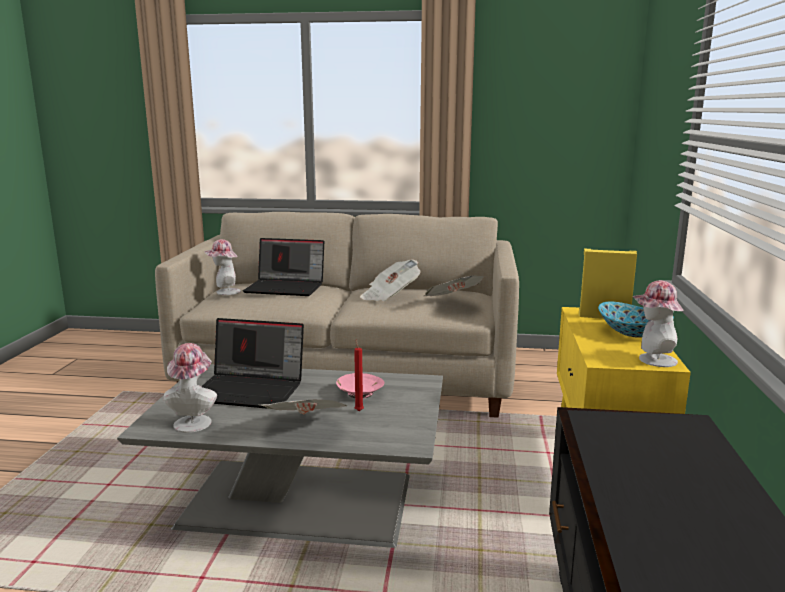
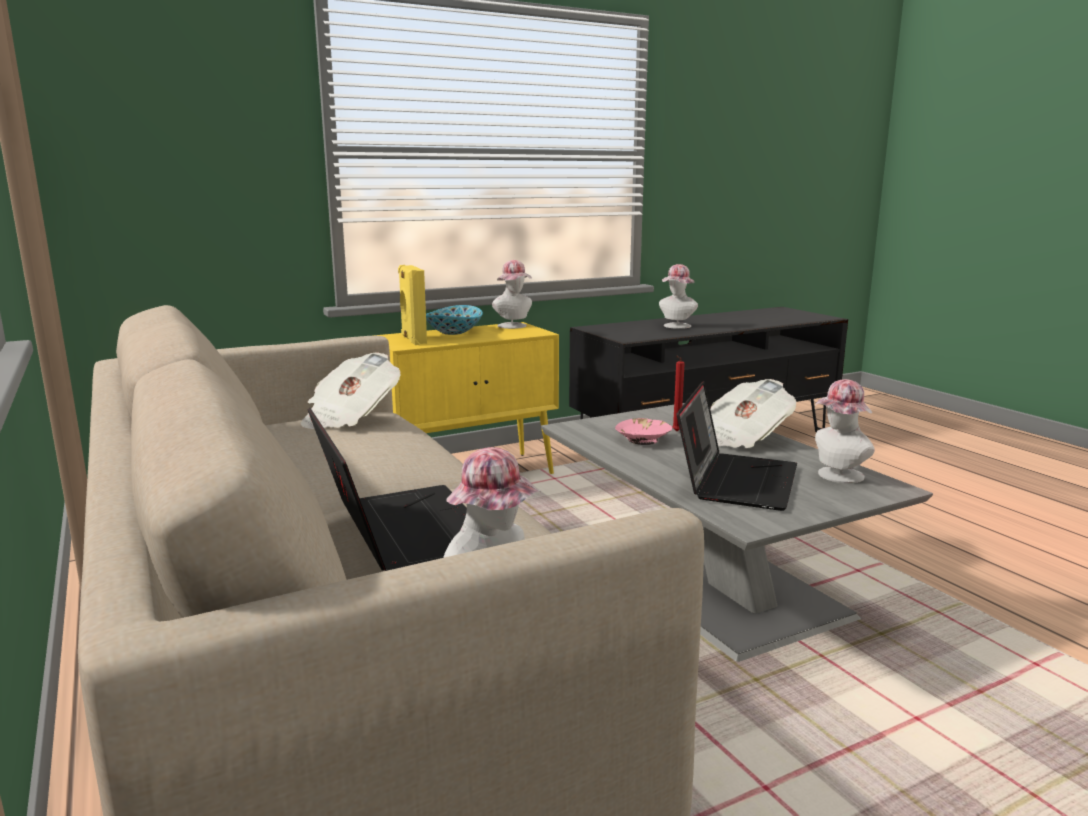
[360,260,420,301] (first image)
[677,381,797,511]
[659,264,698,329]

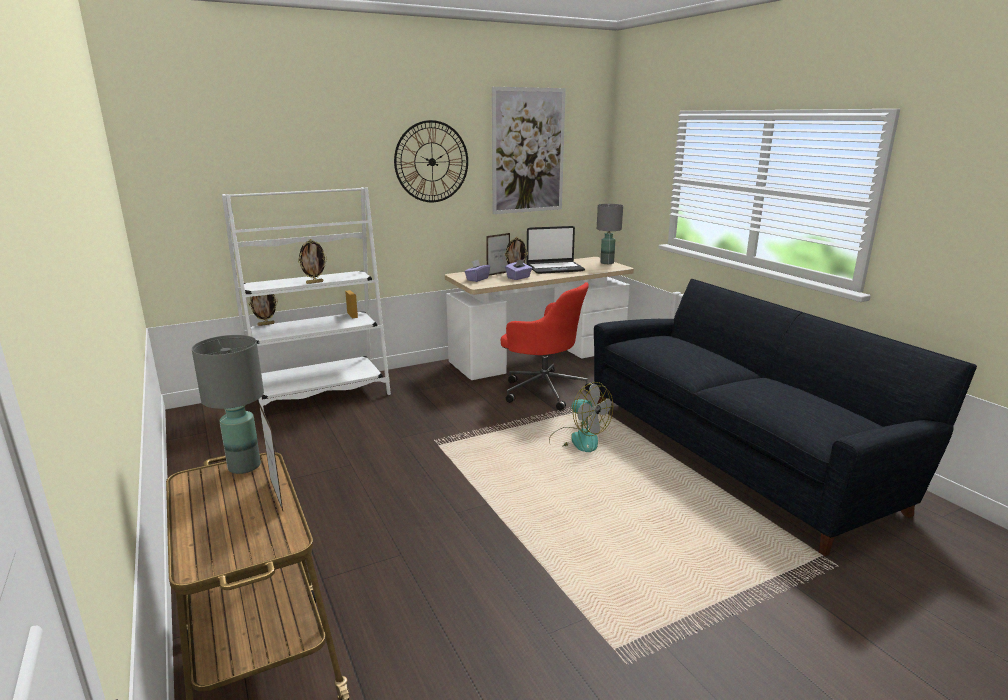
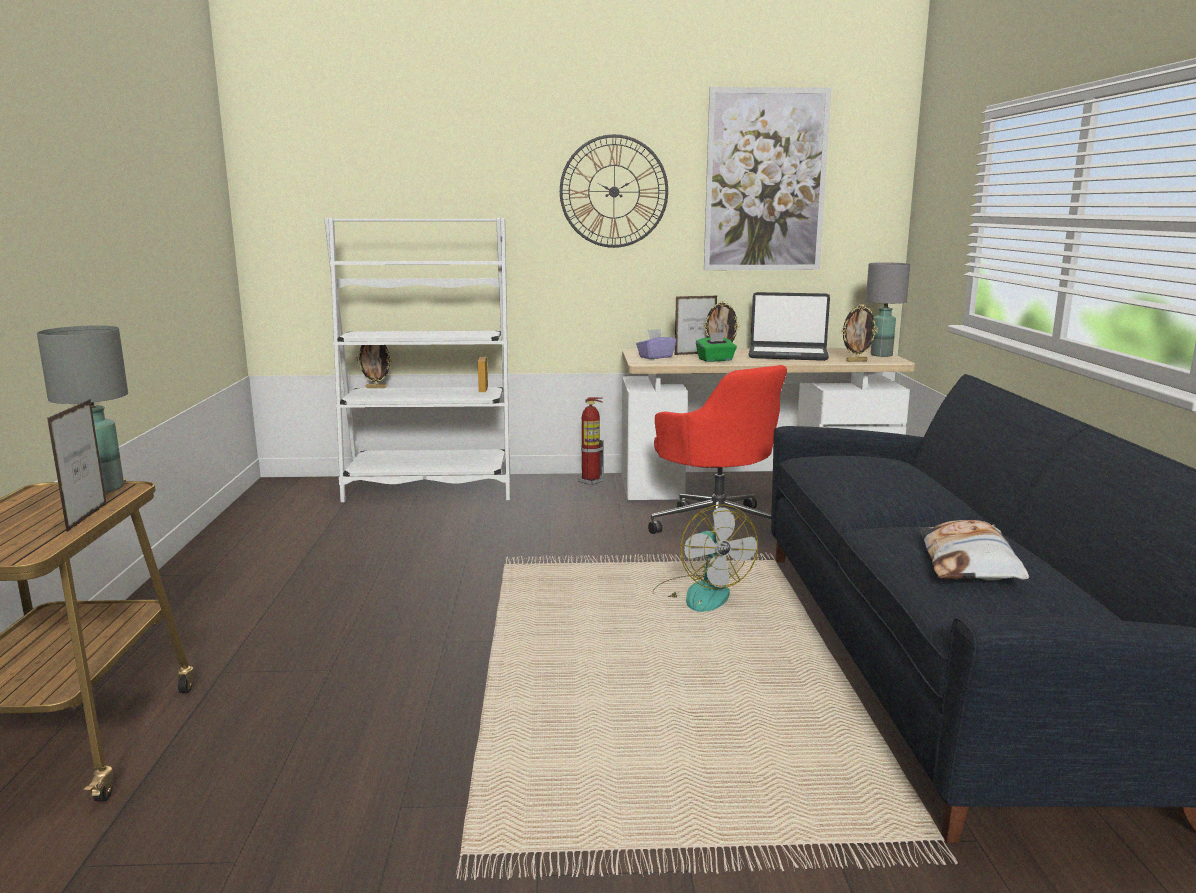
[841,304,878,362]
[696,332,737,362]
[578,397,604,485]
[919,520,1029,580]

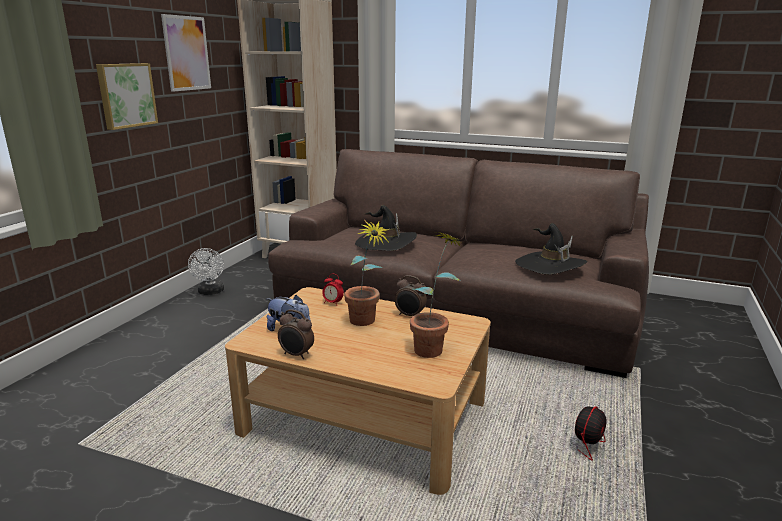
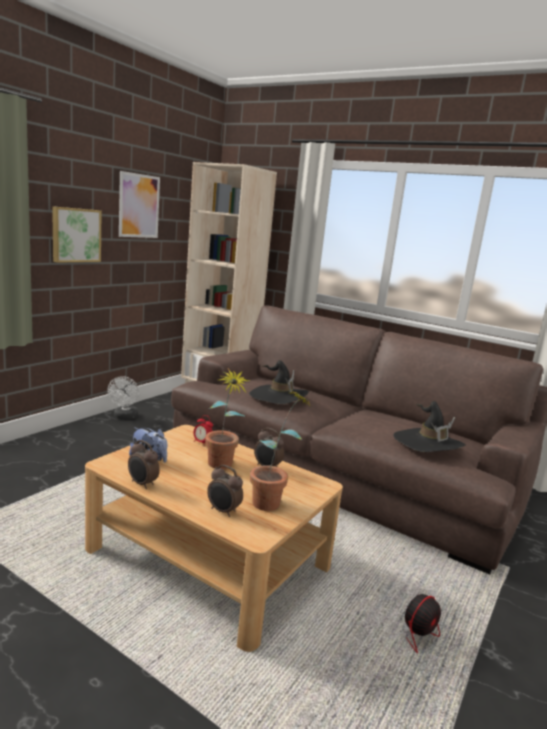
[207,465,243,517]

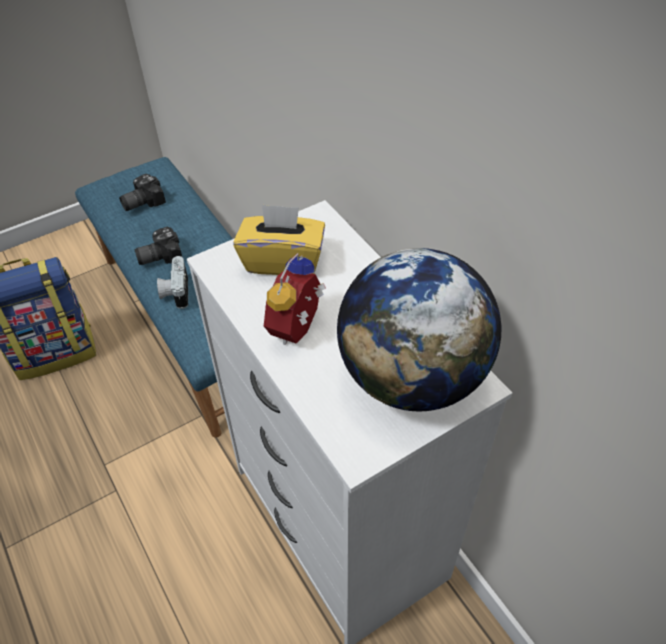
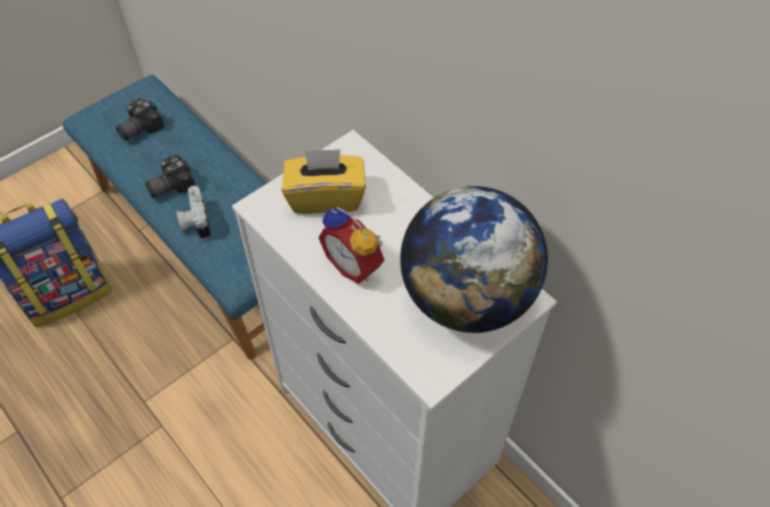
[318,207,385,284]

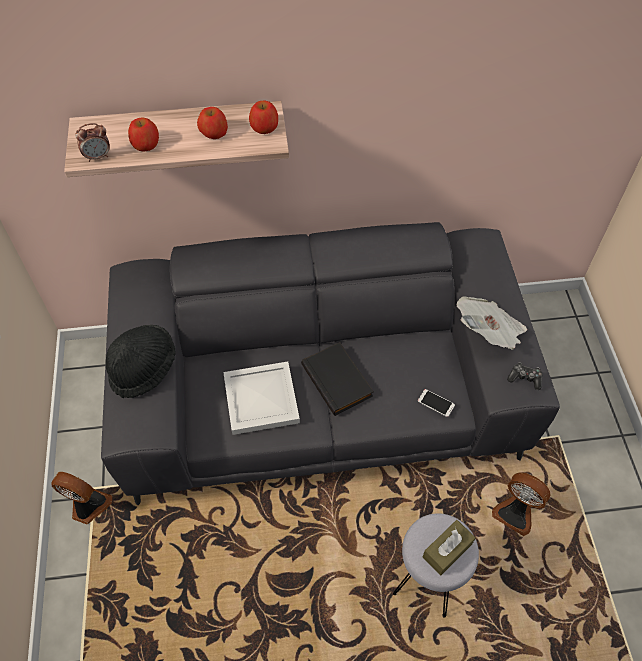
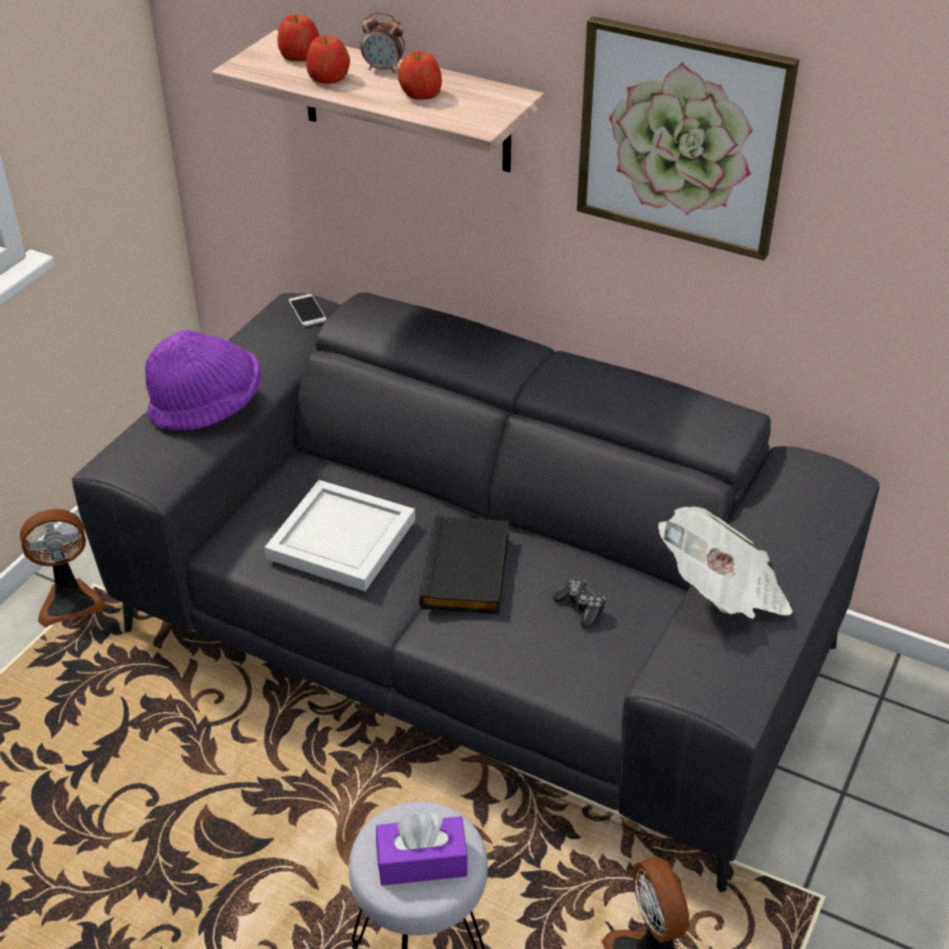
[277,15,319,61]
[361,12,405,73]
[145,330,261,431]
[553,578,606,628]
[289,294,326,326]
[20,509,105,628]
[376,812,468,886]
[577,16,799,261]

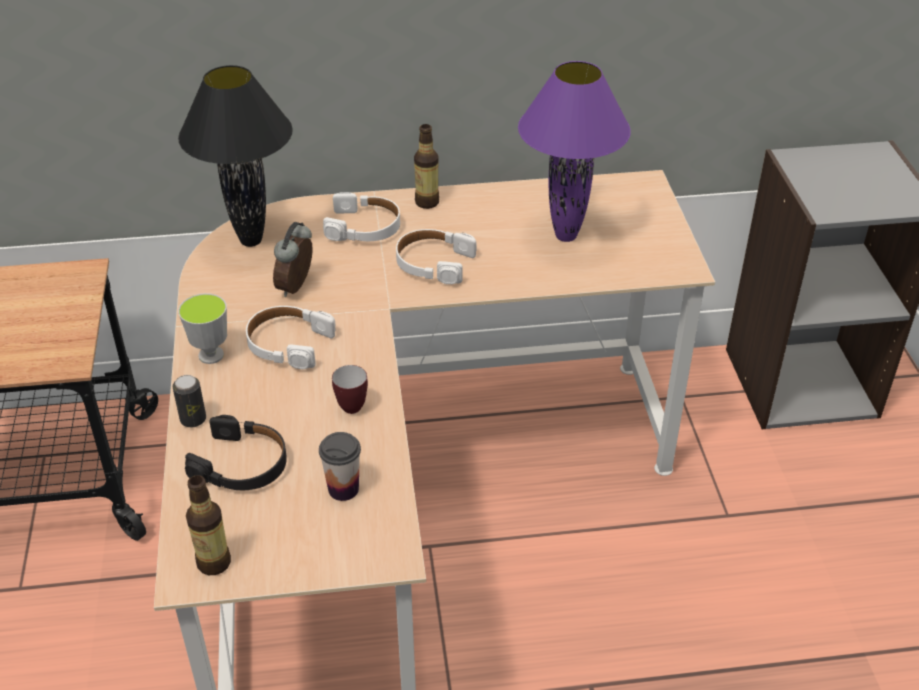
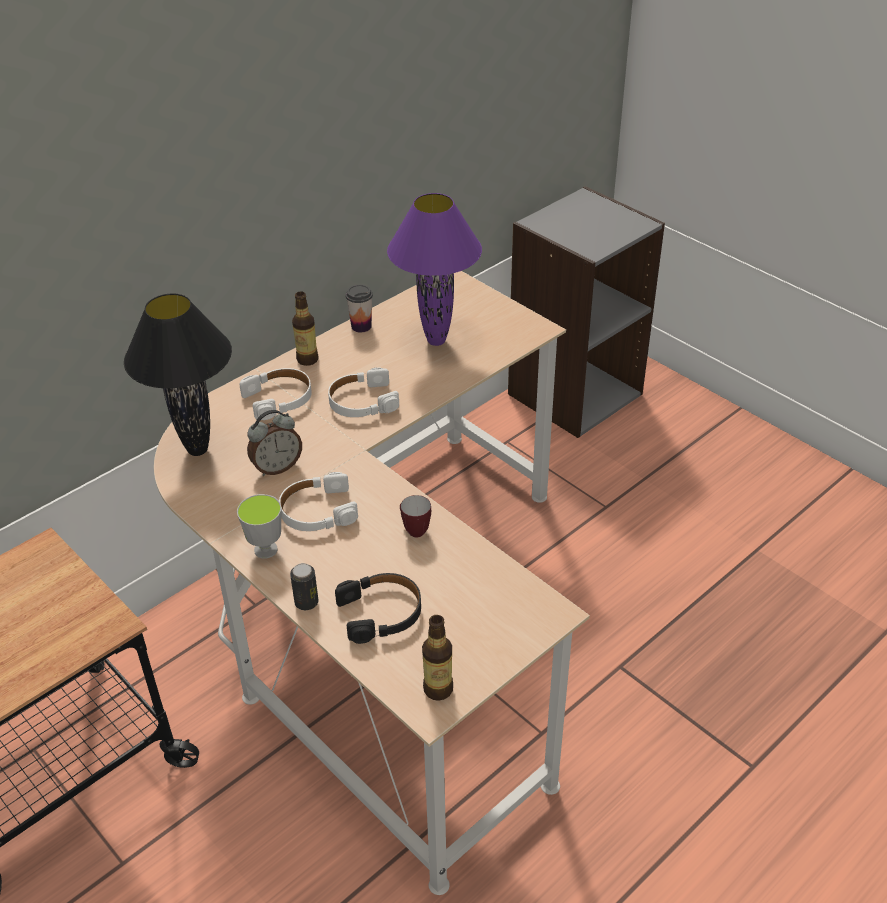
[247,410,302,476]
[345,285,373,332]

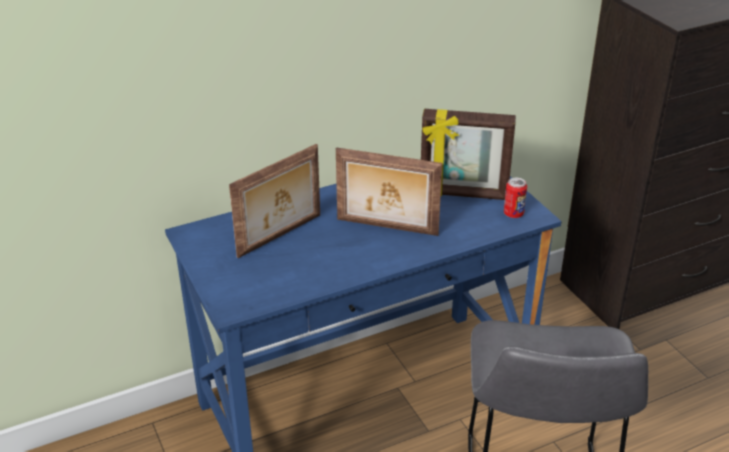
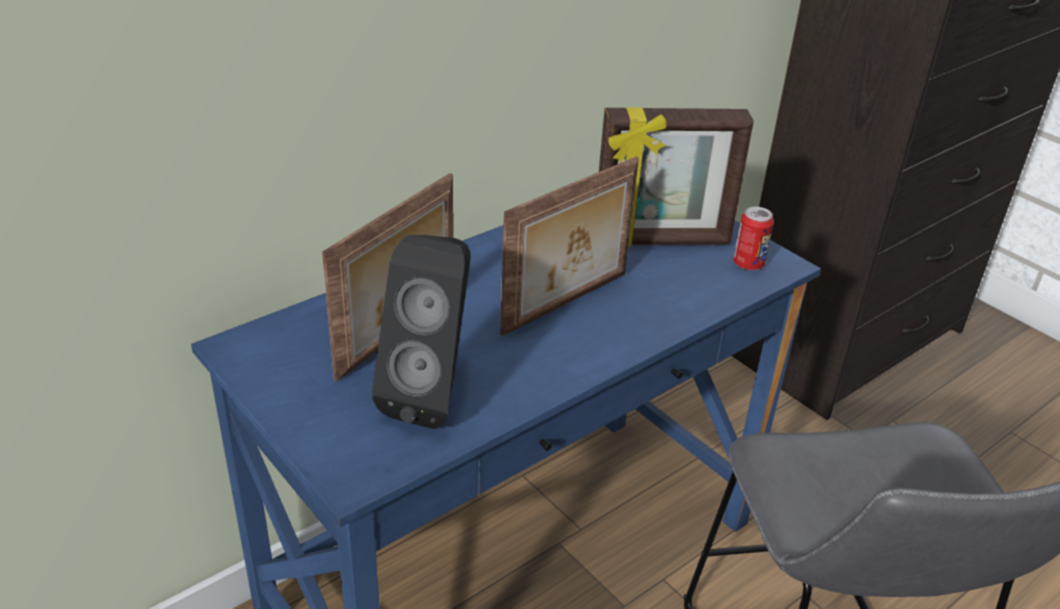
[500,157,639,336]
[372,235,471,429]

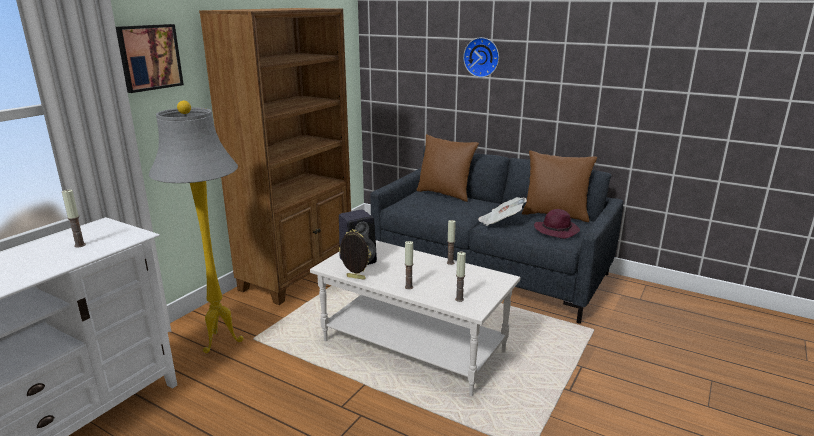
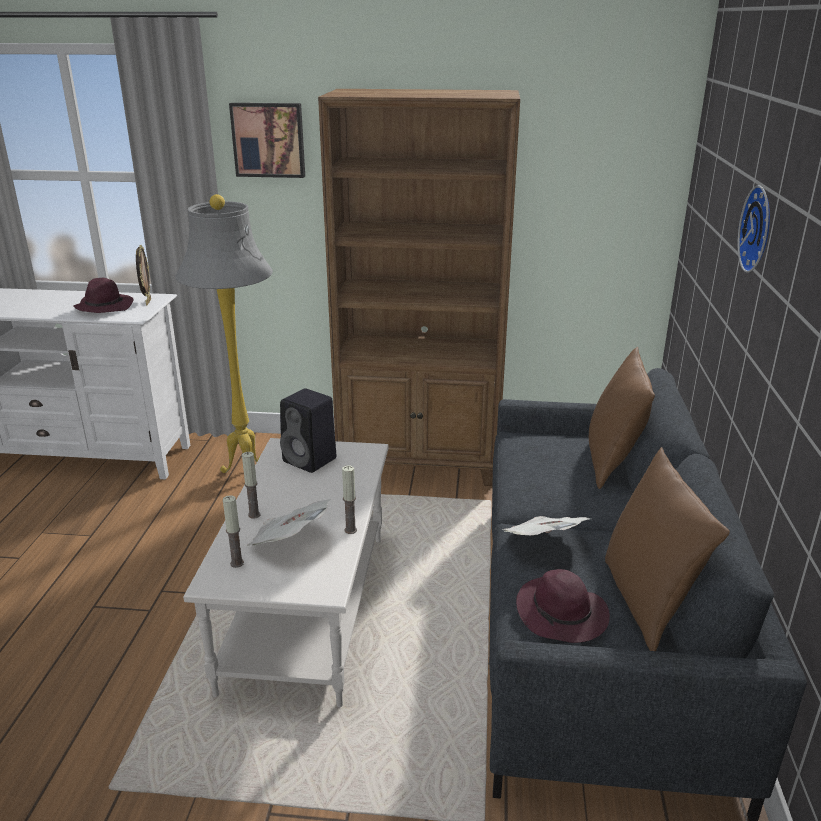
[73,278,133,313]
[136,245,151,305]
[247,499,331,546]

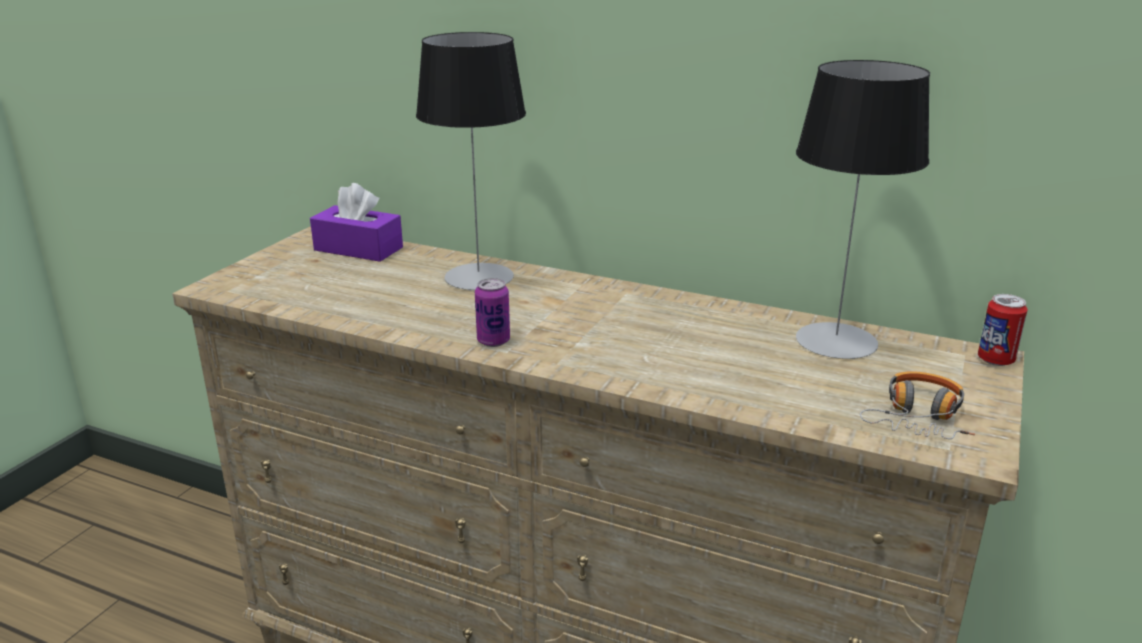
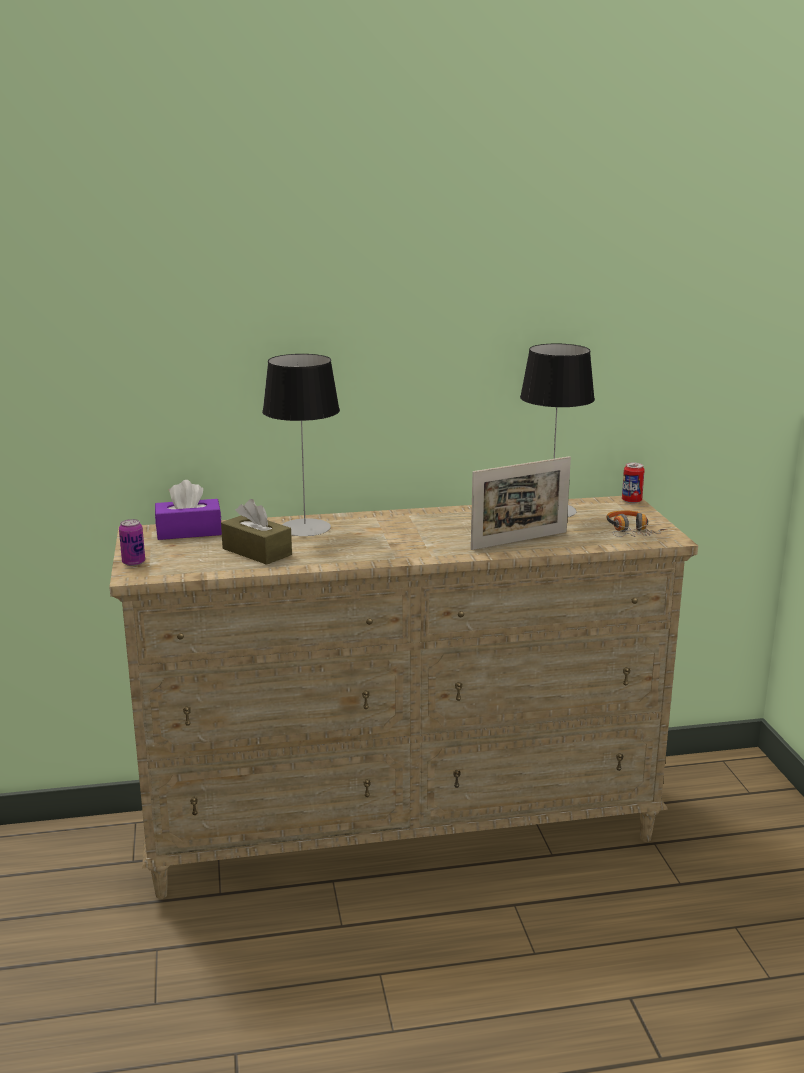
[119,519,145,566]
[471,456,571,550]
[221,499,292,565]

